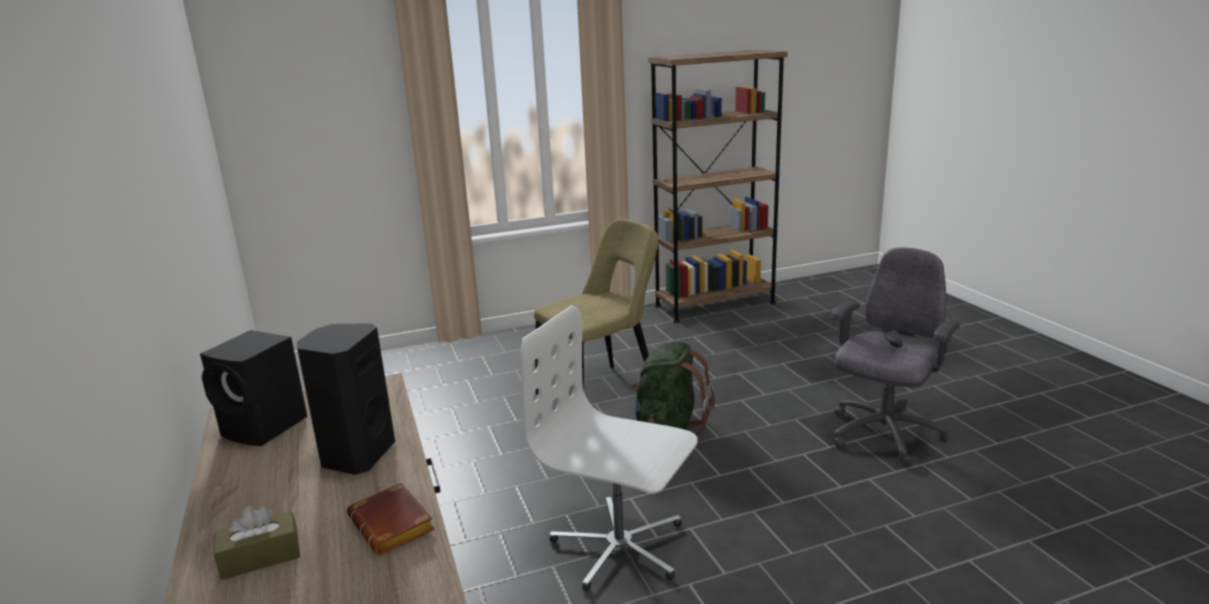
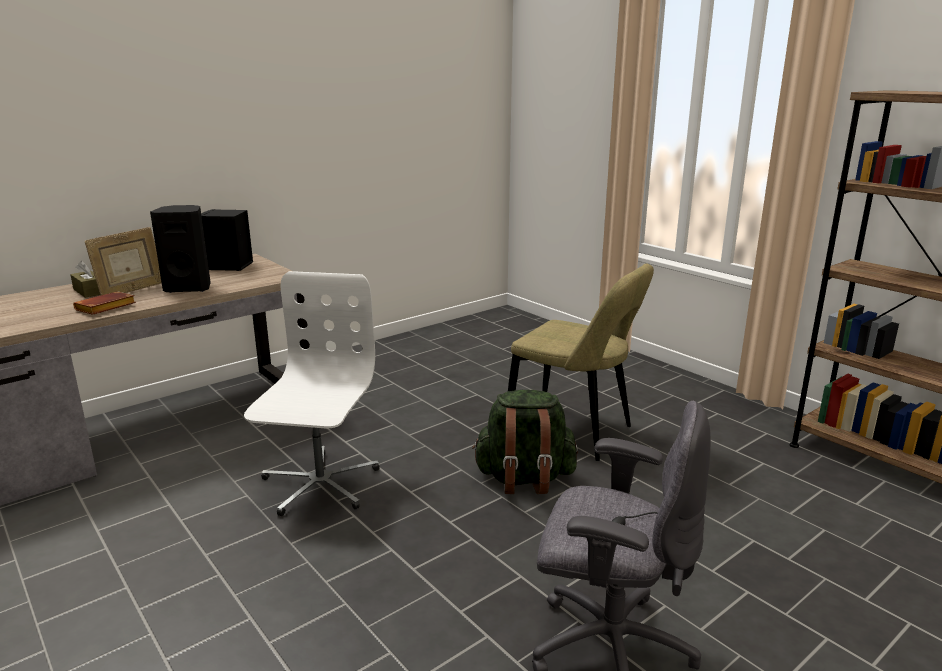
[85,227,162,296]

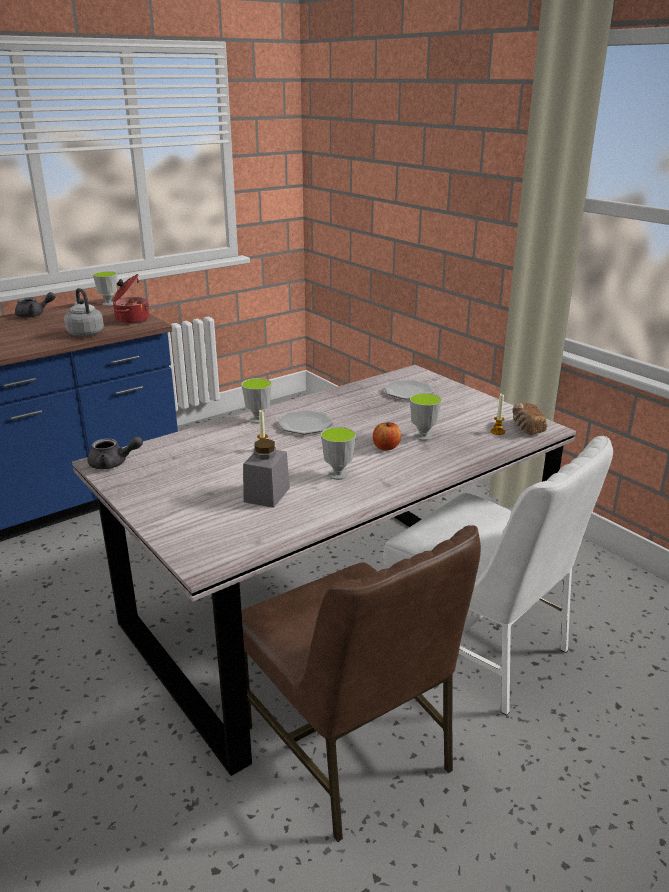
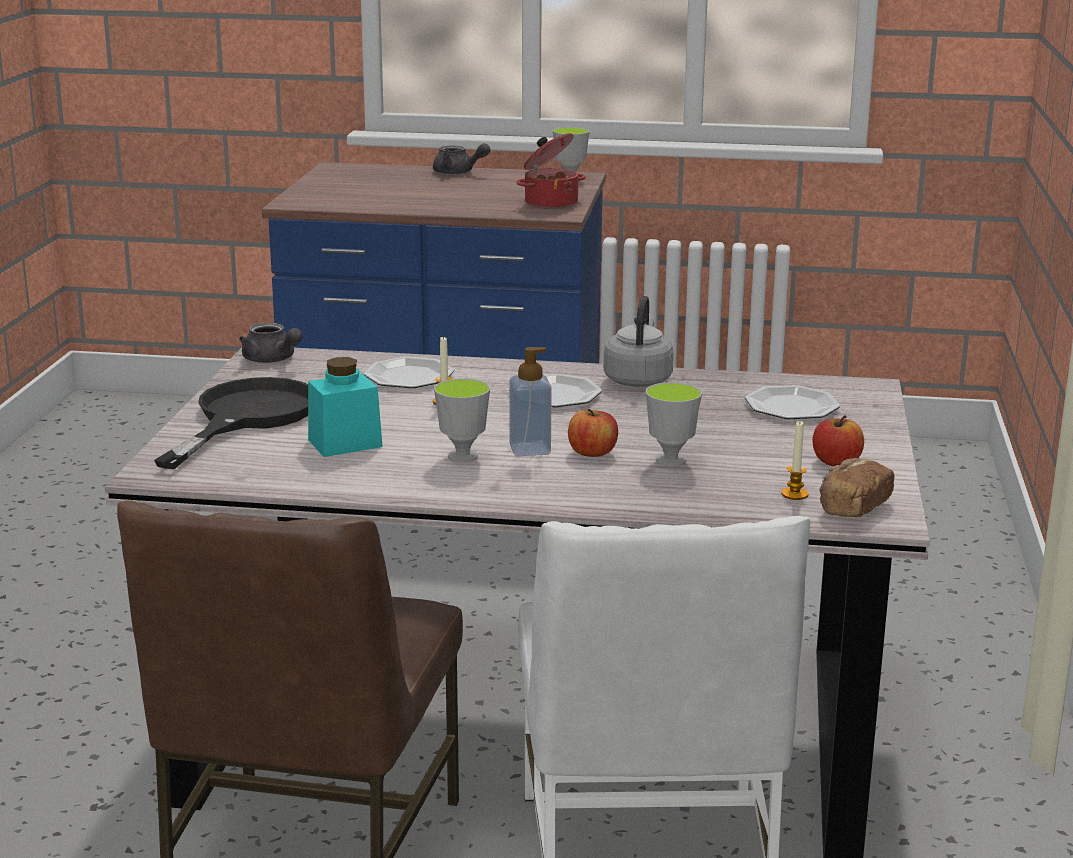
[604,296,674,387]
[241,378,272,424] (first image)
[308,357,383,457]
[509,347,552,456]
[364,357,454,388]
[154,377,308,469]
[812,415,864,466]

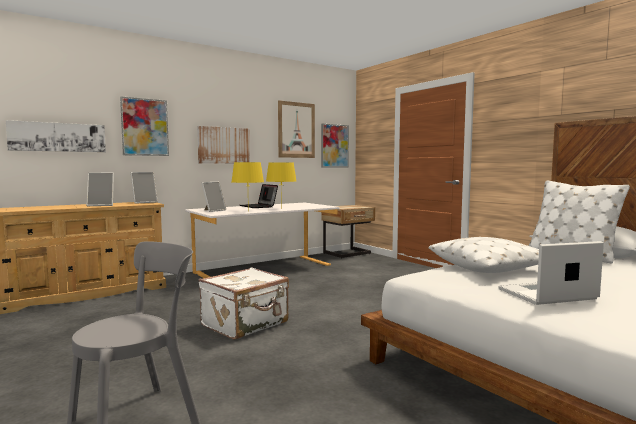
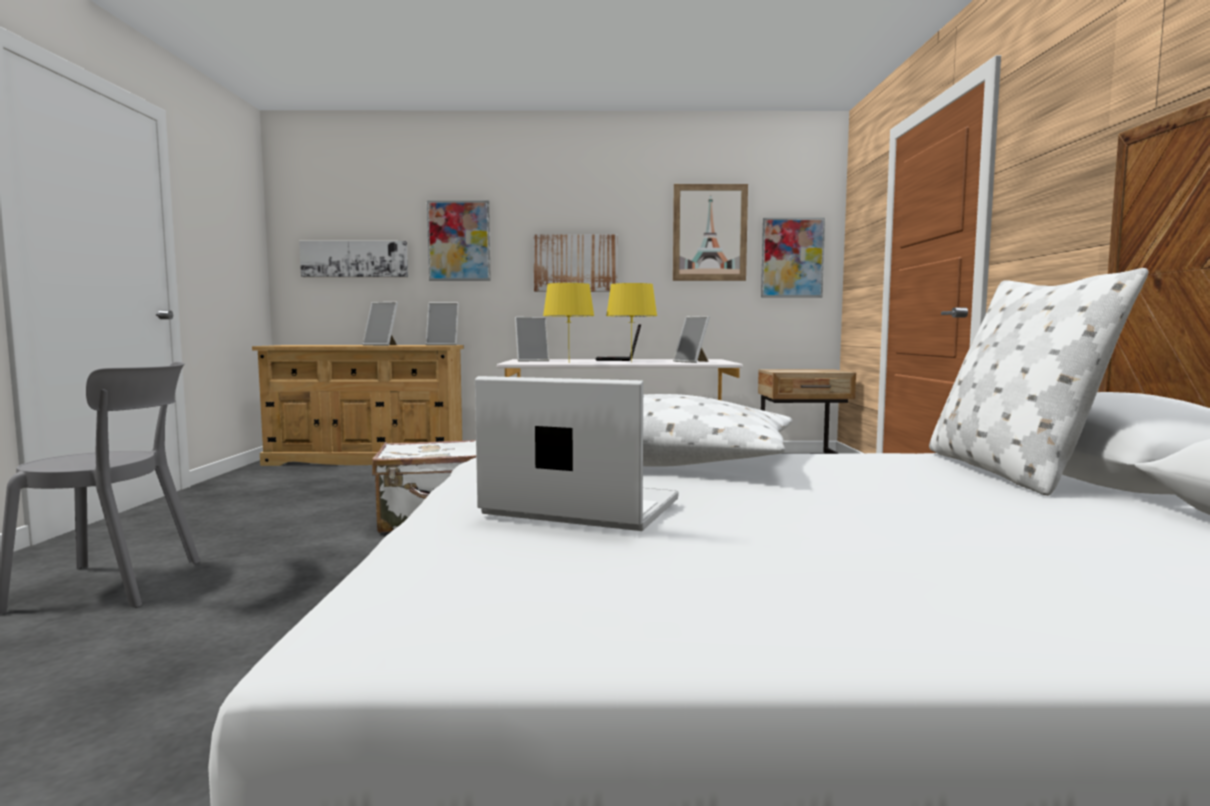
[673,316,710,363]

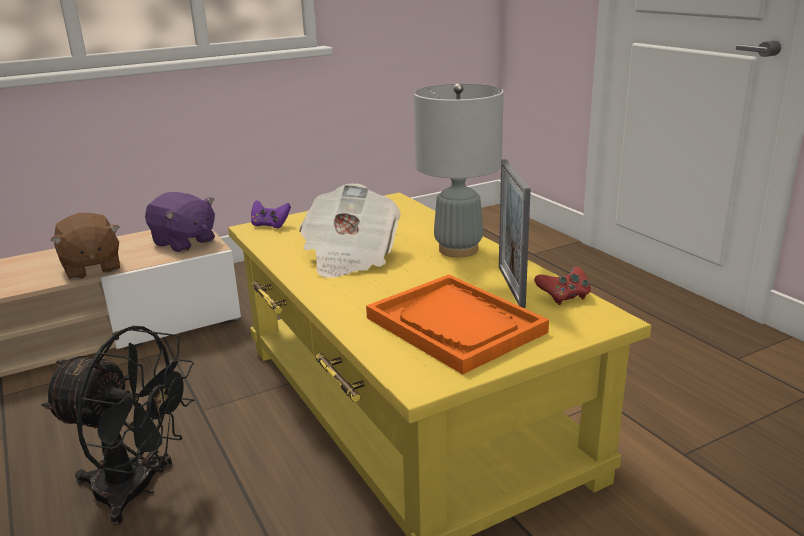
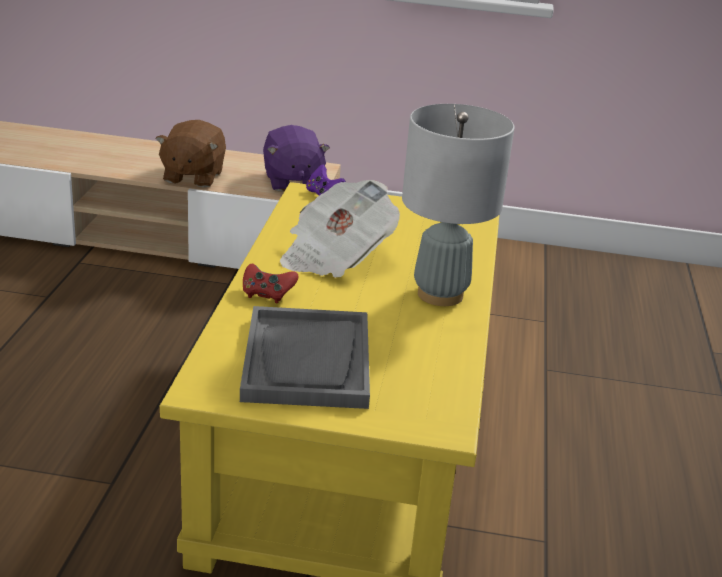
[499,159,531,308] (first image)
[243,263,298,304]
[240,306,370,409]
[41,326,195,525] (first image)

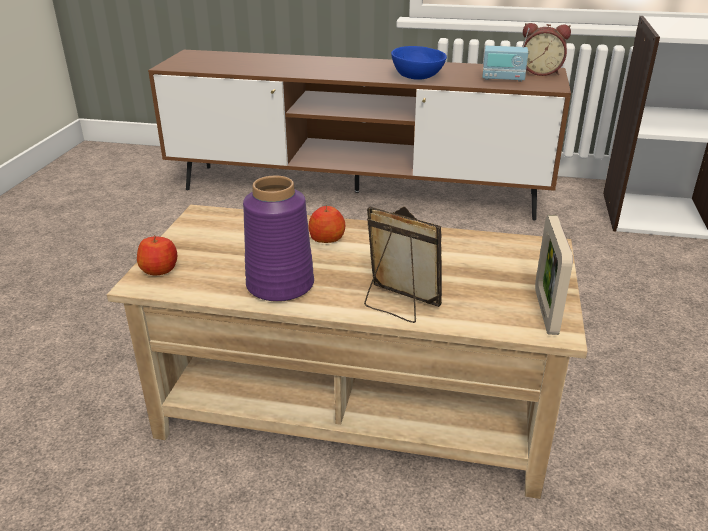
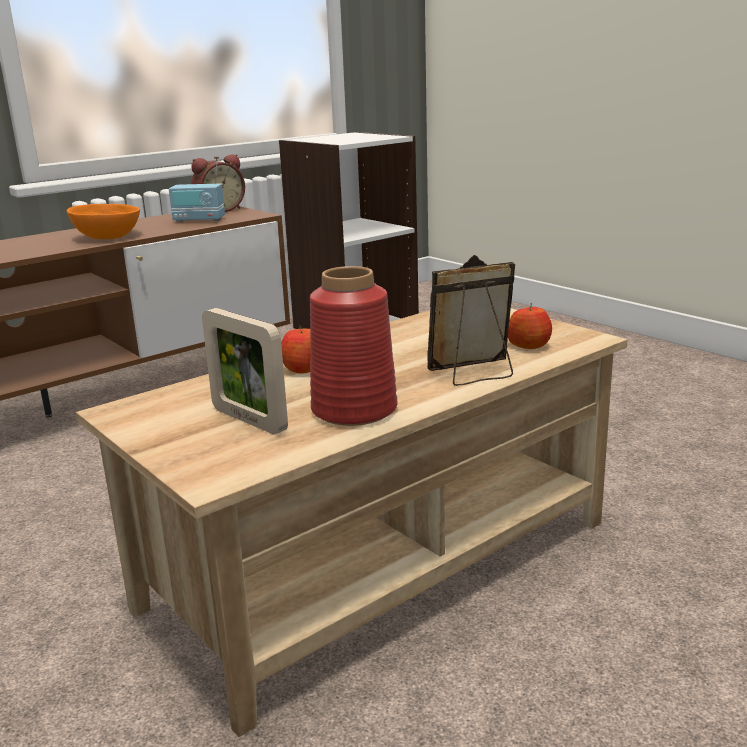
[169,161,225,222]
[67,204,140,239]
[310,266,397,426]
[202,308,288,434]
[508,303,552,349]

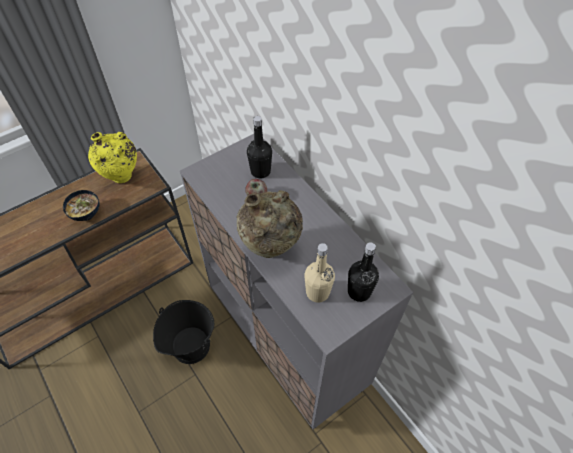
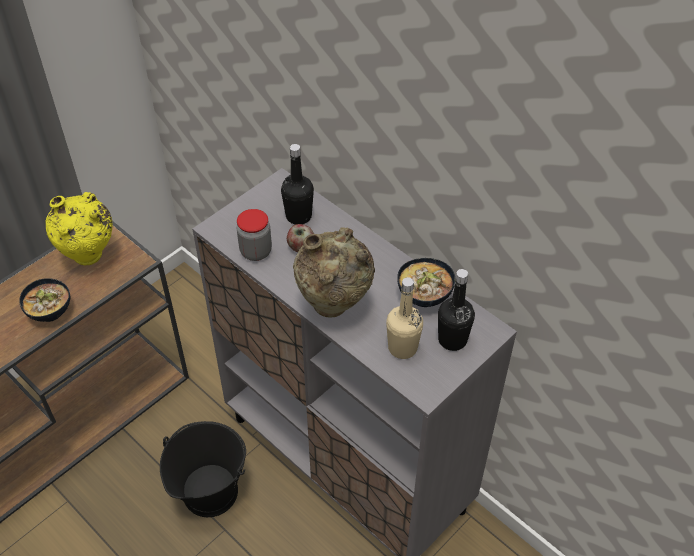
[237,209,272,261]
[397,258,455,307]

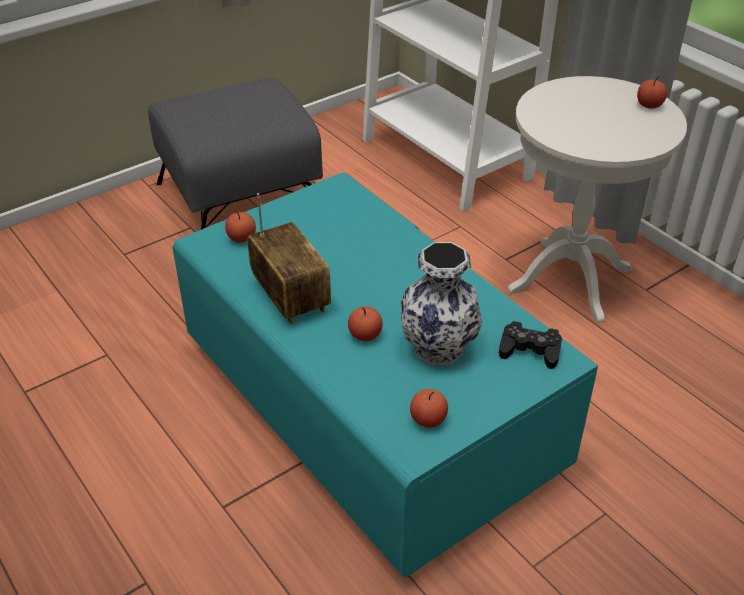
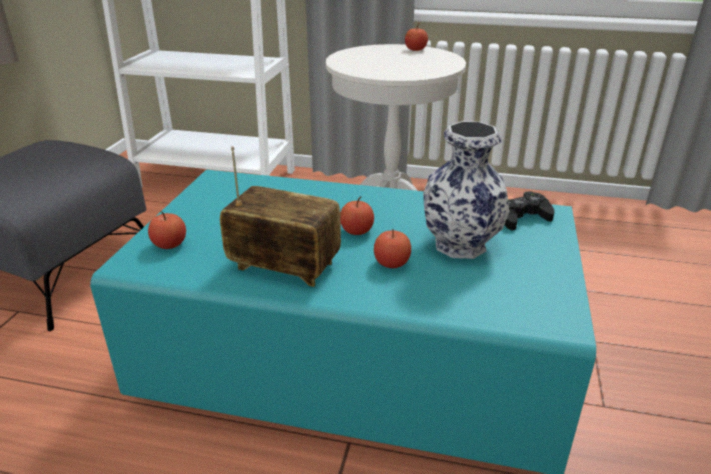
[340,196,374,235]

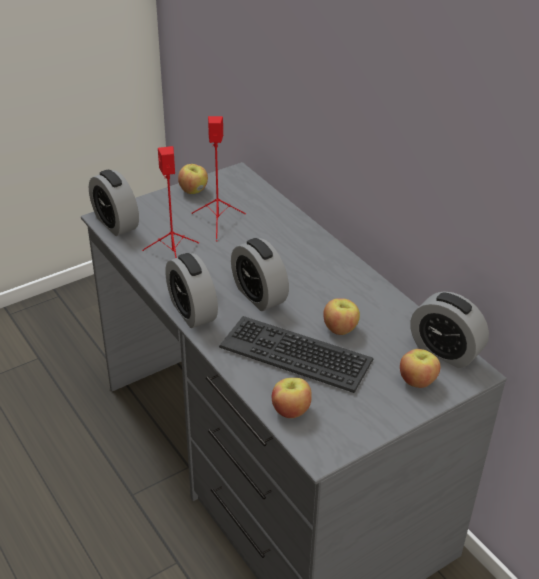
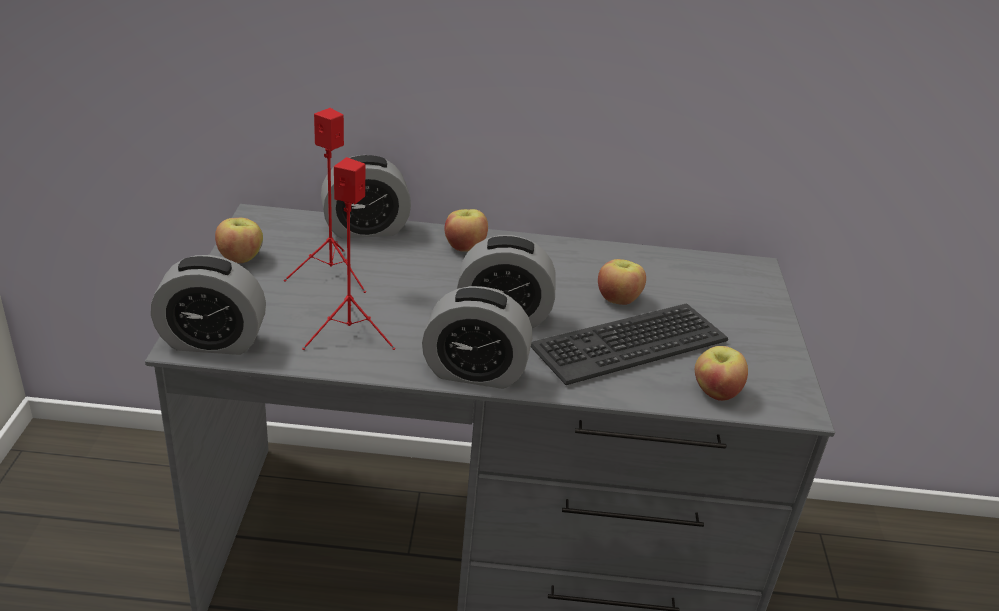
[321,155,411,238]
[445,209,488,252]

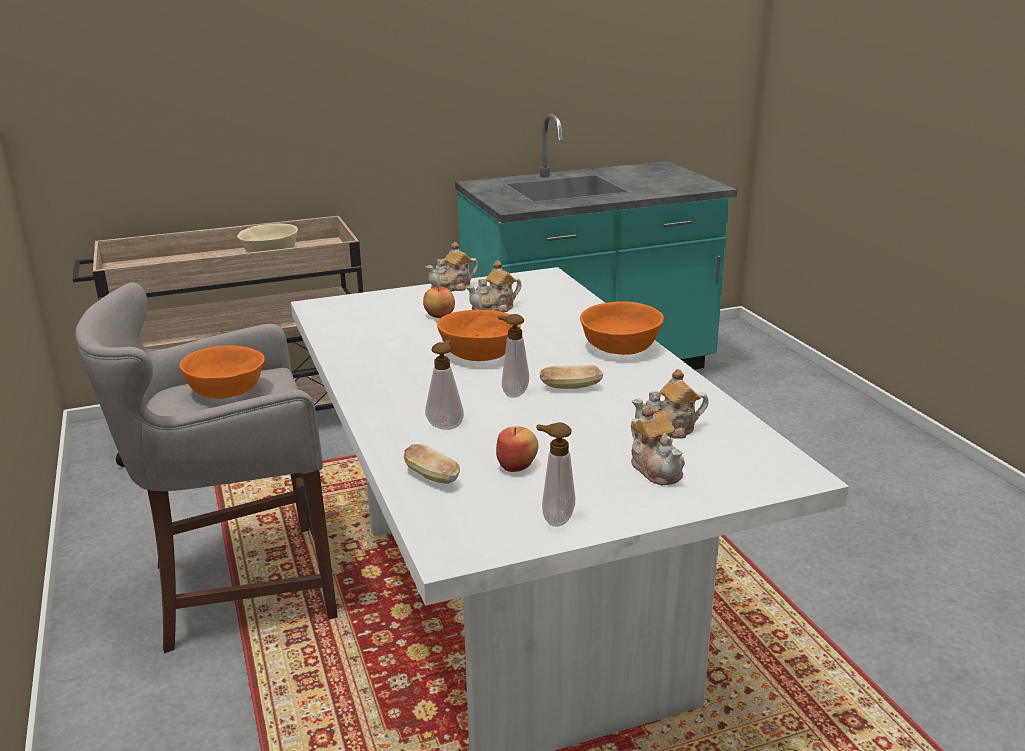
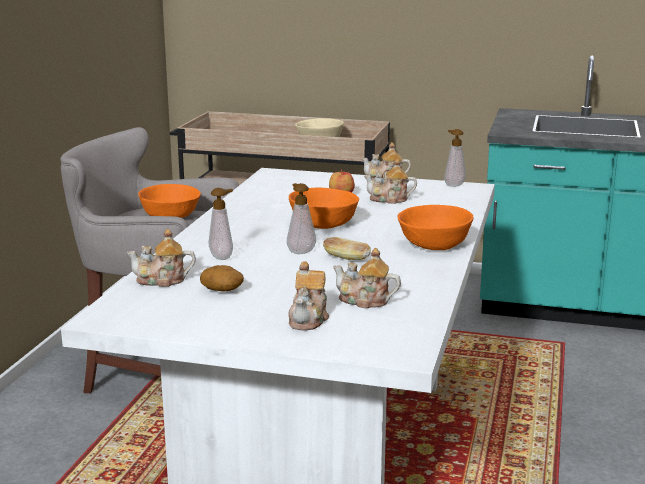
[444,129,466,187]
[200,265,244,292]
[127,229,196,287]

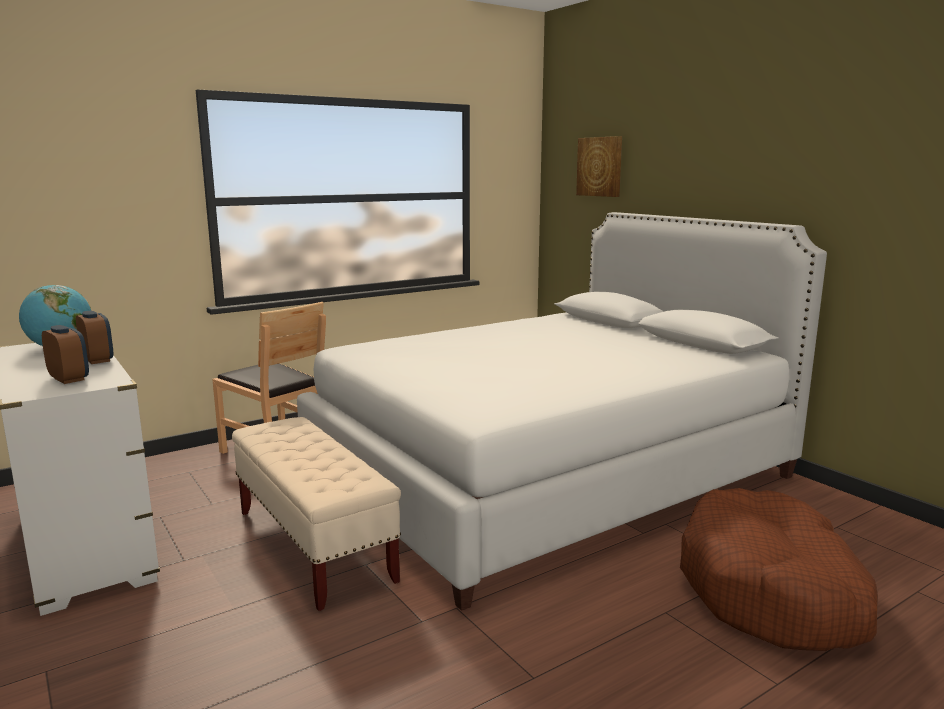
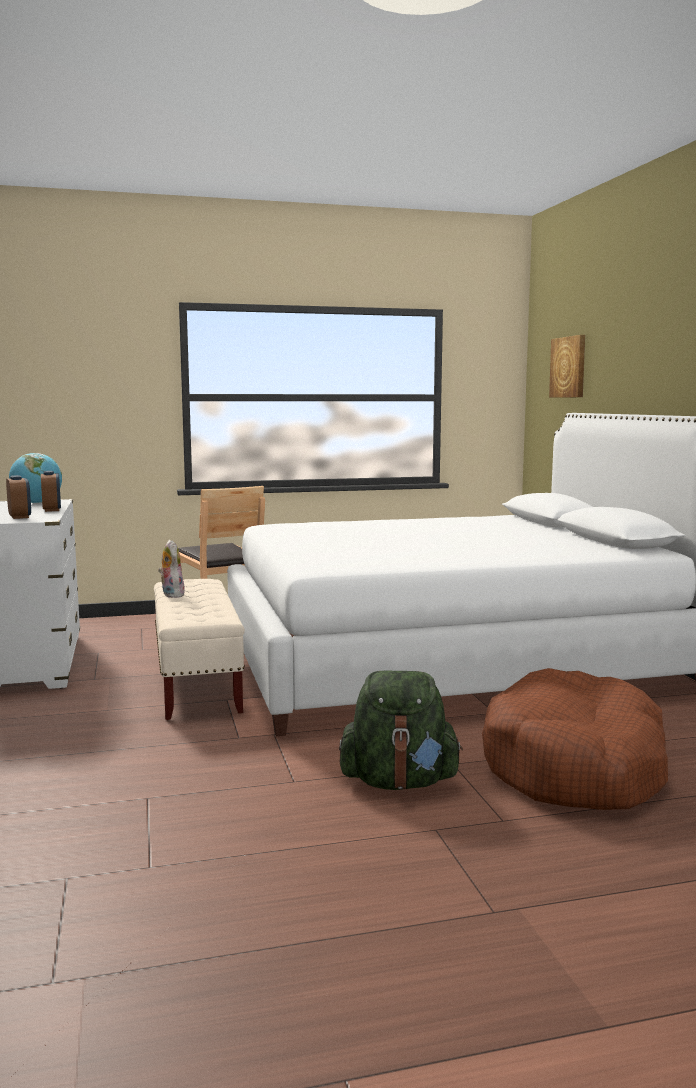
[158,540,185,598]
[339,671,463,790]

